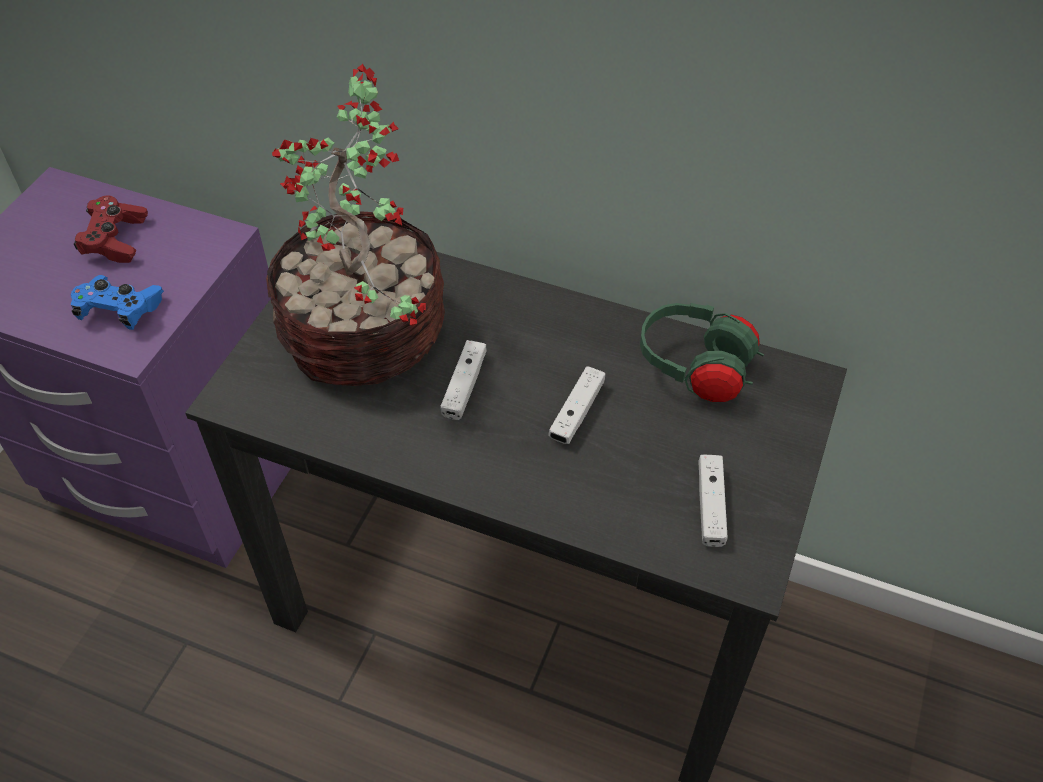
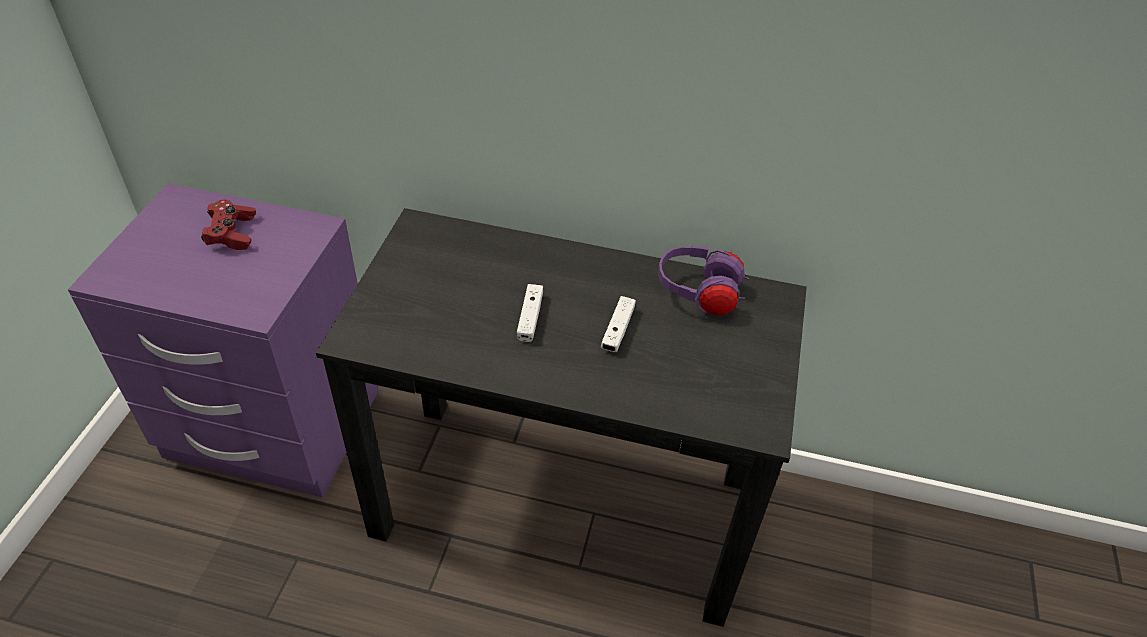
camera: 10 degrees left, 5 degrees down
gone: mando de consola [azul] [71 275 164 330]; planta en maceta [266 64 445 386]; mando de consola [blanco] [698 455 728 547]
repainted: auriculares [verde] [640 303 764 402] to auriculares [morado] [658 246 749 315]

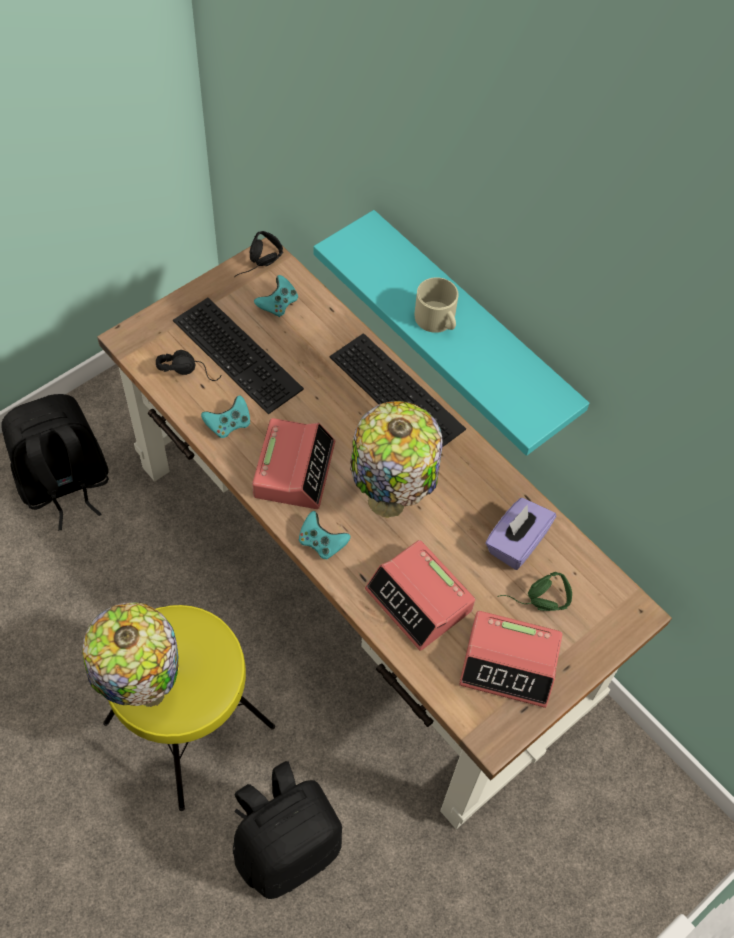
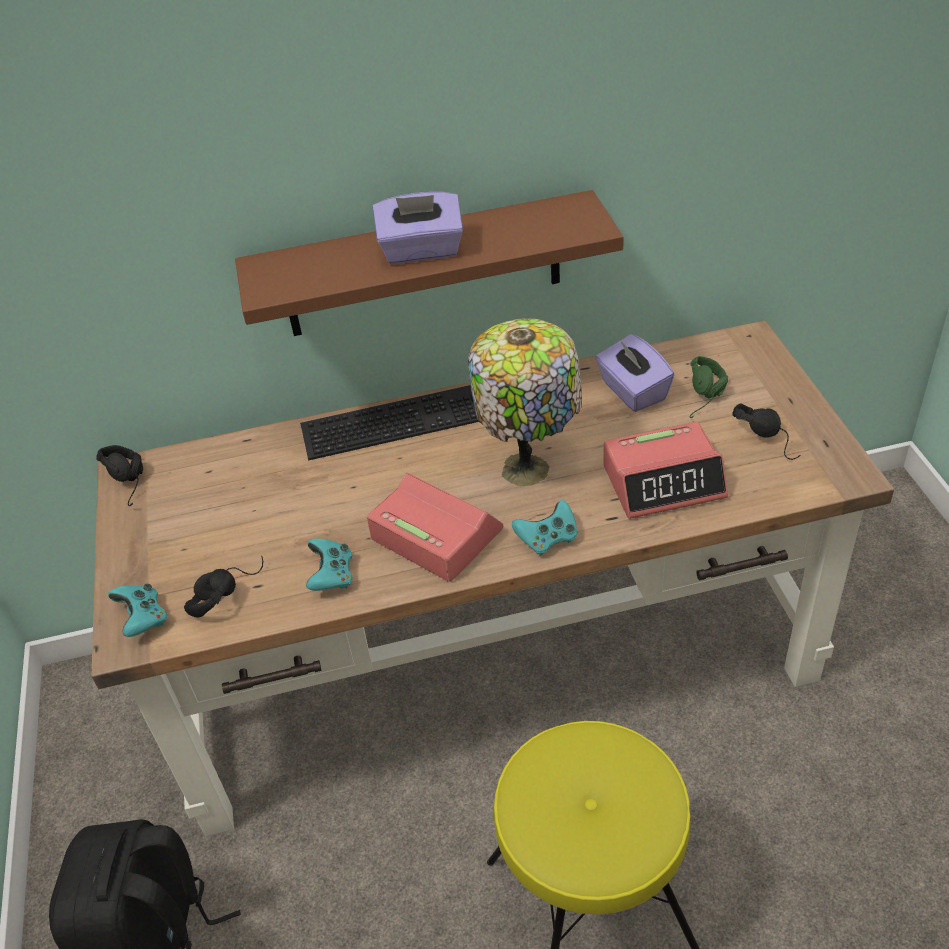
camera: 55 degrees left, 15 degrees down
gone: lámpara de mesa [83 602 178 707]; teclado [173 298 304 414]; mochila [negro] [233 761 342 899]
shifted: mando de consola [turquesa] [254 275 298 317] to [108 583 167 637]
swapped: taza grande [beis] [415 277 459 333] to caja de pañuelos [morado] [373 192 463 264]; despertador [459 611 562 708] to auriculares [negro] [732 404 801 460]
repainted: estante [turquesa] [314 210 589 456] to estante [marrón] [235 190 624 336]

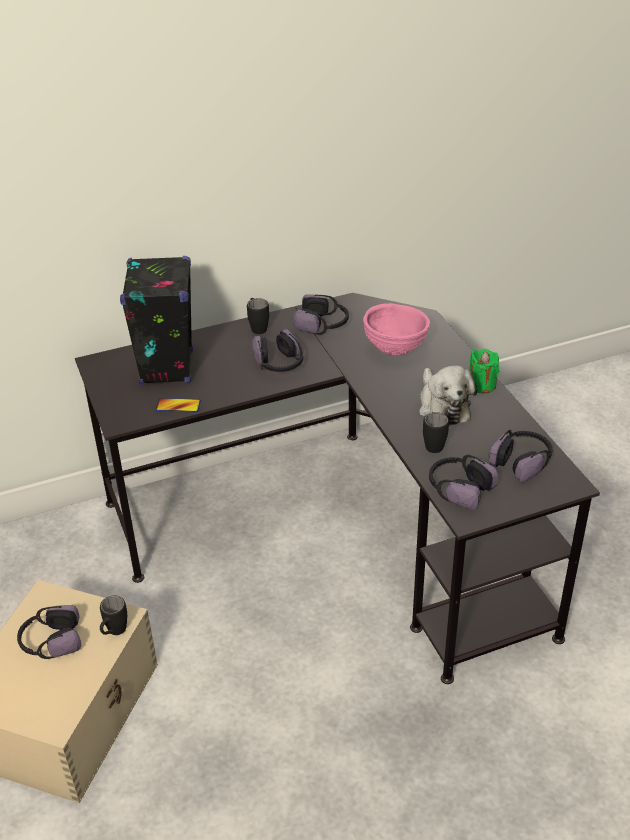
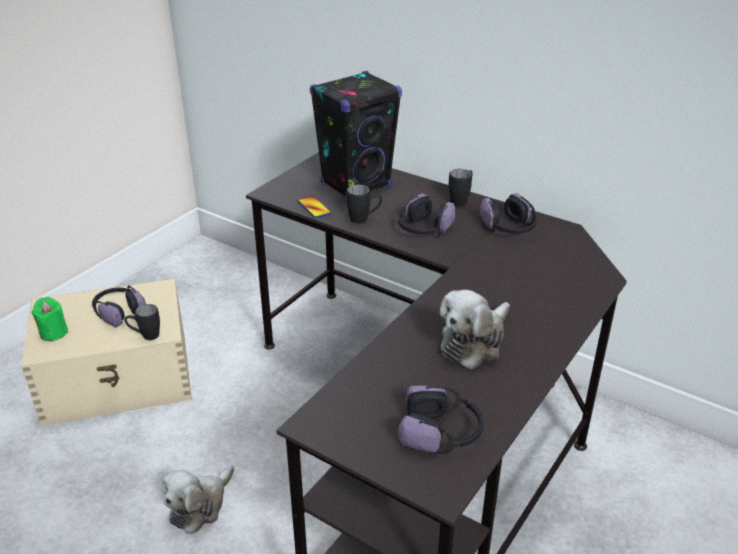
camera: 55 degrees right, 5 degrees down
gone: cuenco [rosa] [363 303 430 356]; auriculares [429 454 498 510]
new: peluche [161 465 234 534]
shifted: taza grande [negro] [423 412 451 453] to [346 185 382 223]; vela [verde] [469 349 499 393] to [31 297 68 341]

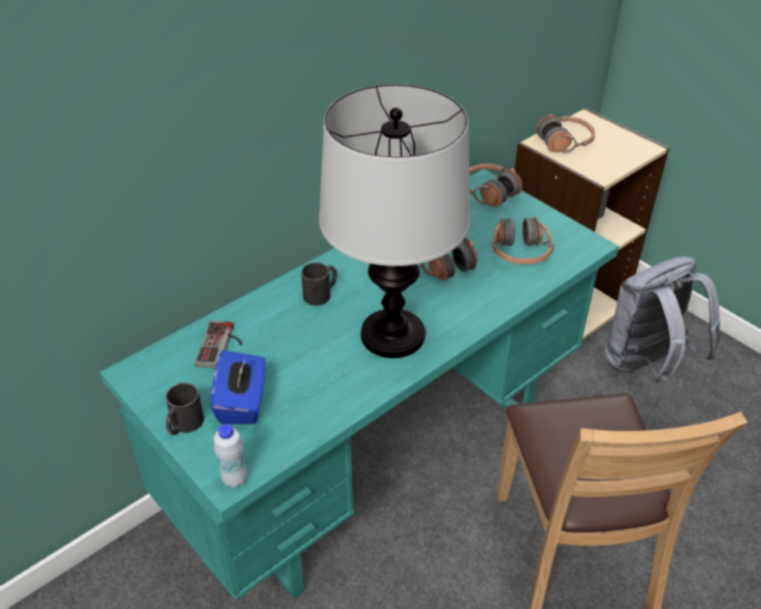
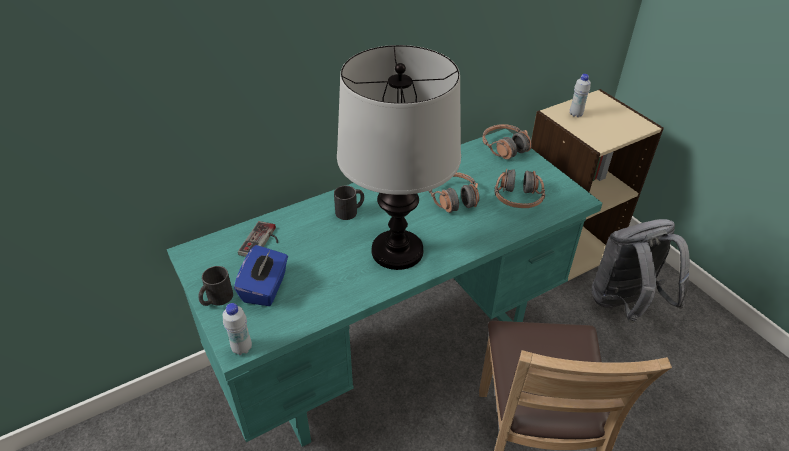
camera: 10 degrees right, 0 degrees up
swapped: auriculares [536 114 595 153] to botella [blanco] [570 74 591 117]

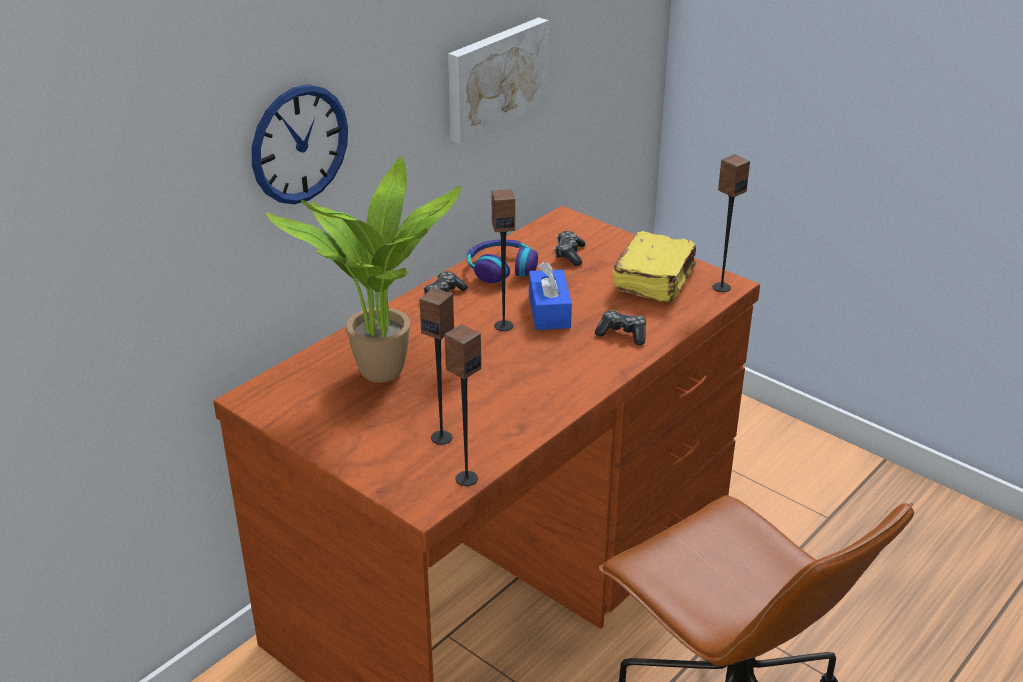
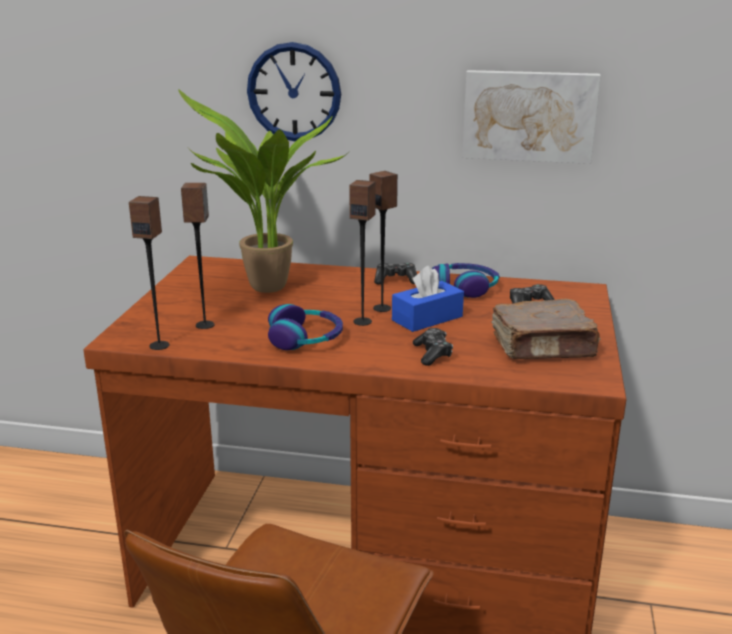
camera: 60 degrees right, 10 degrees down
new: auriculares [268 304 343 350]
shifted: altavoz [712 155 750 292] to [349 180 376 326]
repainted: libro [amarillo] [613 231 696 302] to libro [marrón] [492 298 601 359]

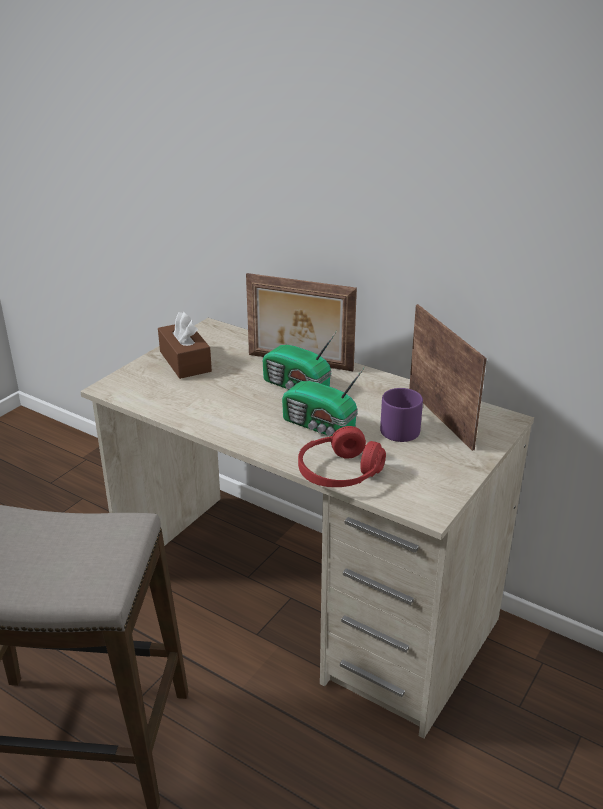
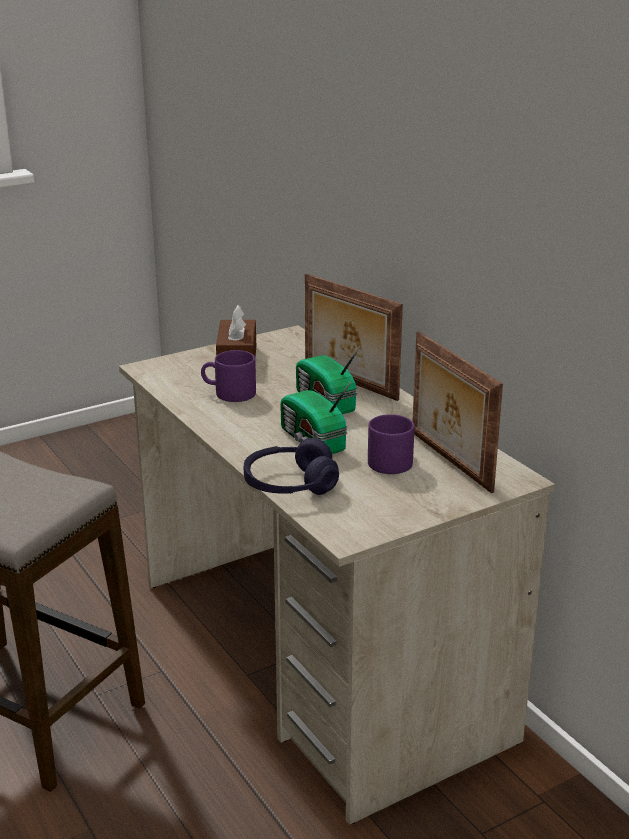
camera: 25 degrees right, 5 degrees down
new: taza grande [morado] [201 350 256 402]
repainted: auriculares [rojo] [298 426 386 487] to auriculares [morado] [244 438 339 495]
rotated: portarretratos [409 304 487 451] = [413 332 503 493] 150 degrees clockwise

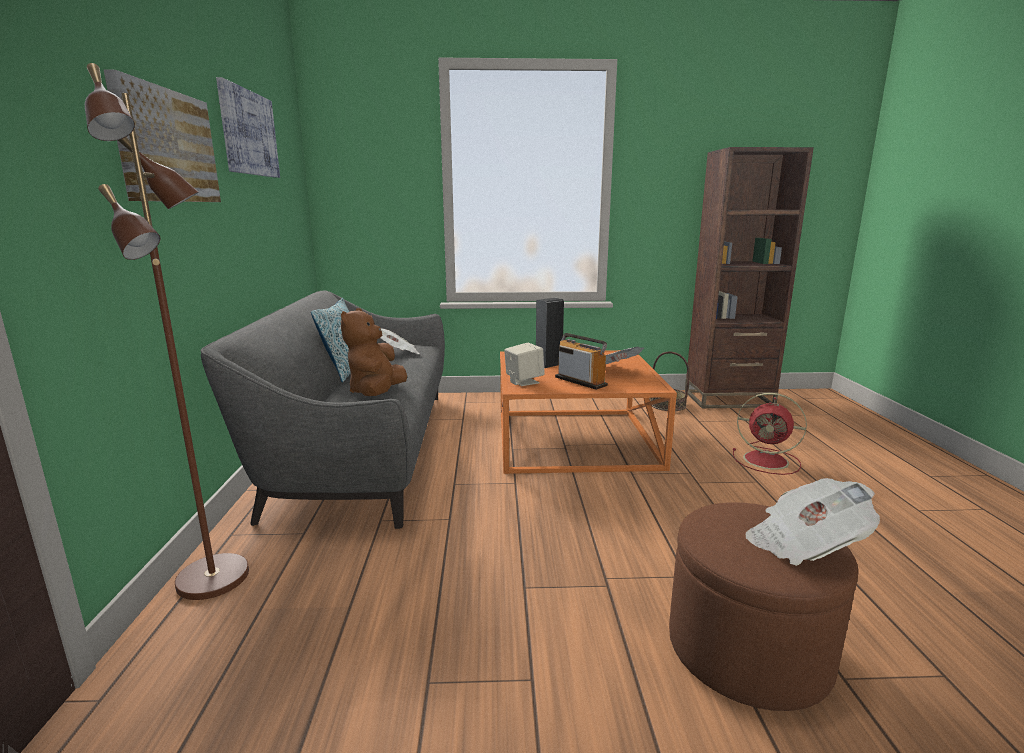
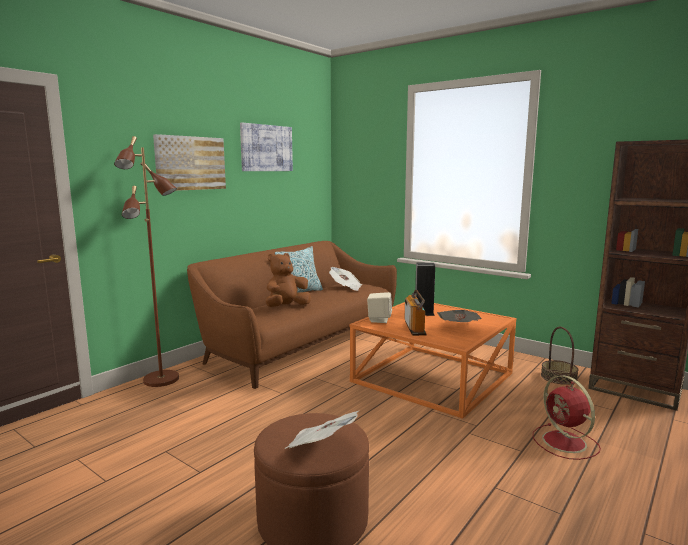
camera: 40 degrees right, 5 degrees down
repainted: sofá [gris] [201 290 445 529] to sofá [marrón] [187 241 397 389]

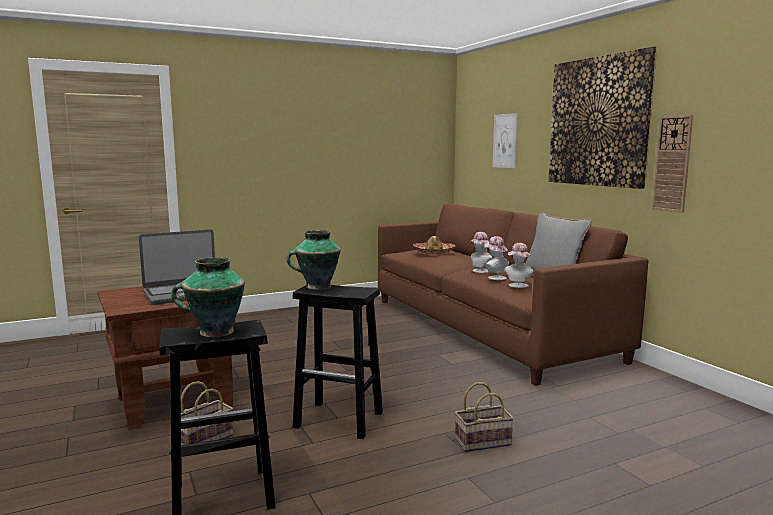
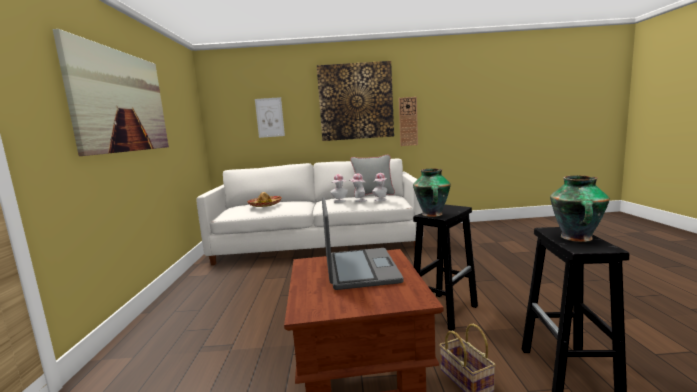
camera: 65 degrees left, 0 degrees up
gone: cesta [455 382 514 452]
new: cuadro [53 29 169 156]
repainted: sofá [marrón] [378 203 648 386] to sofá [blanco] [196 159 422 265]

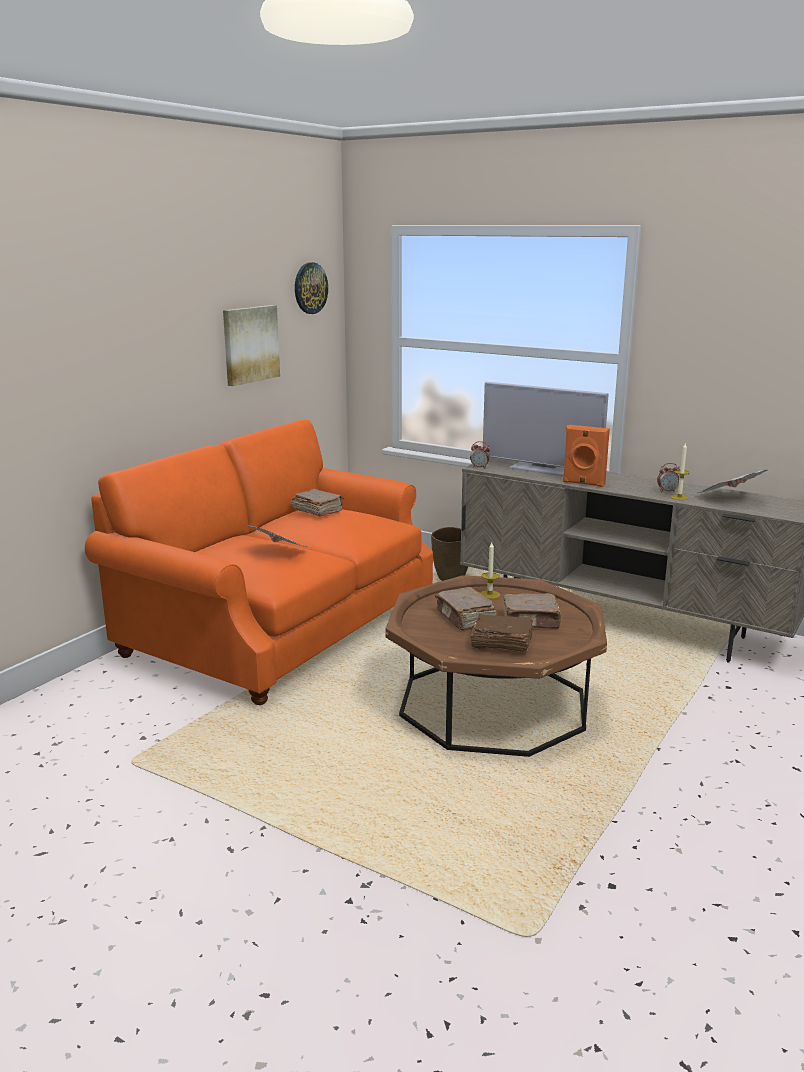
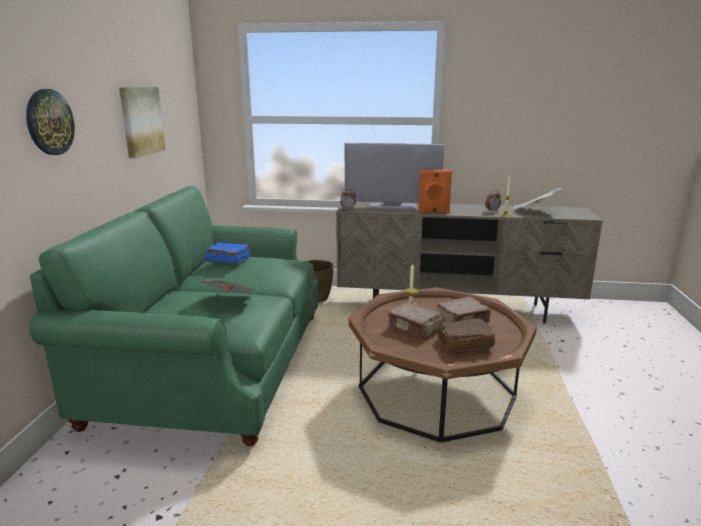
camera: 25 degrees left, 0 degrees up
shifted: reloj de pared [295 262 328 314] to [26 89 75 155]
repainted: sofá [naranja] [85 419 433 705] to sofá [verde] [29 186 318 446]; libro [marrón] [292 489 344 516] to libro [azul] [205 242 251 264]

